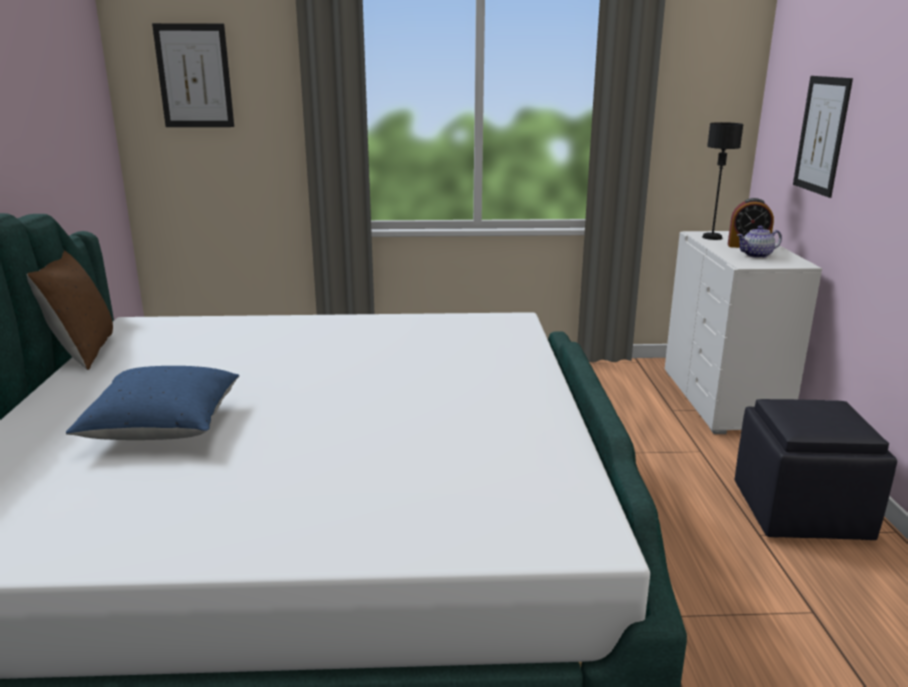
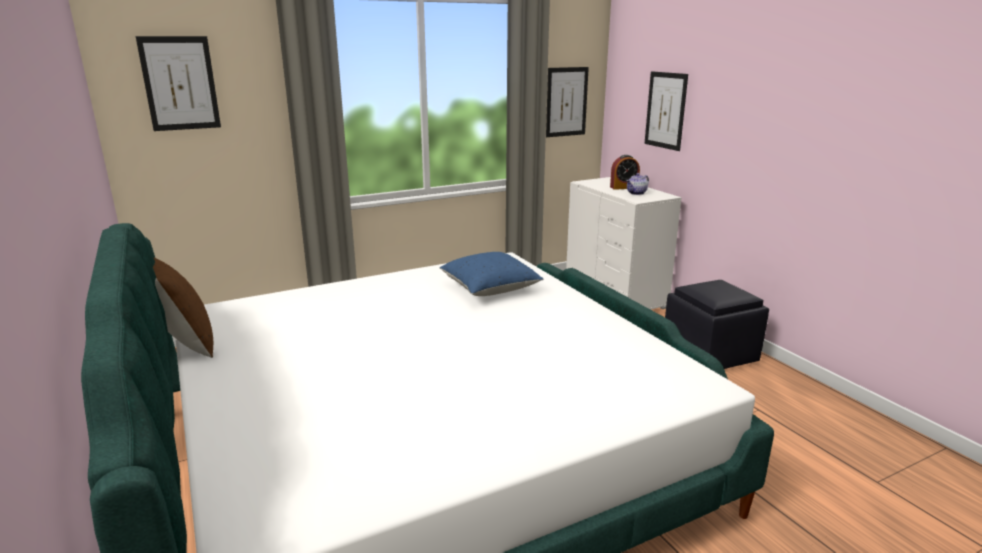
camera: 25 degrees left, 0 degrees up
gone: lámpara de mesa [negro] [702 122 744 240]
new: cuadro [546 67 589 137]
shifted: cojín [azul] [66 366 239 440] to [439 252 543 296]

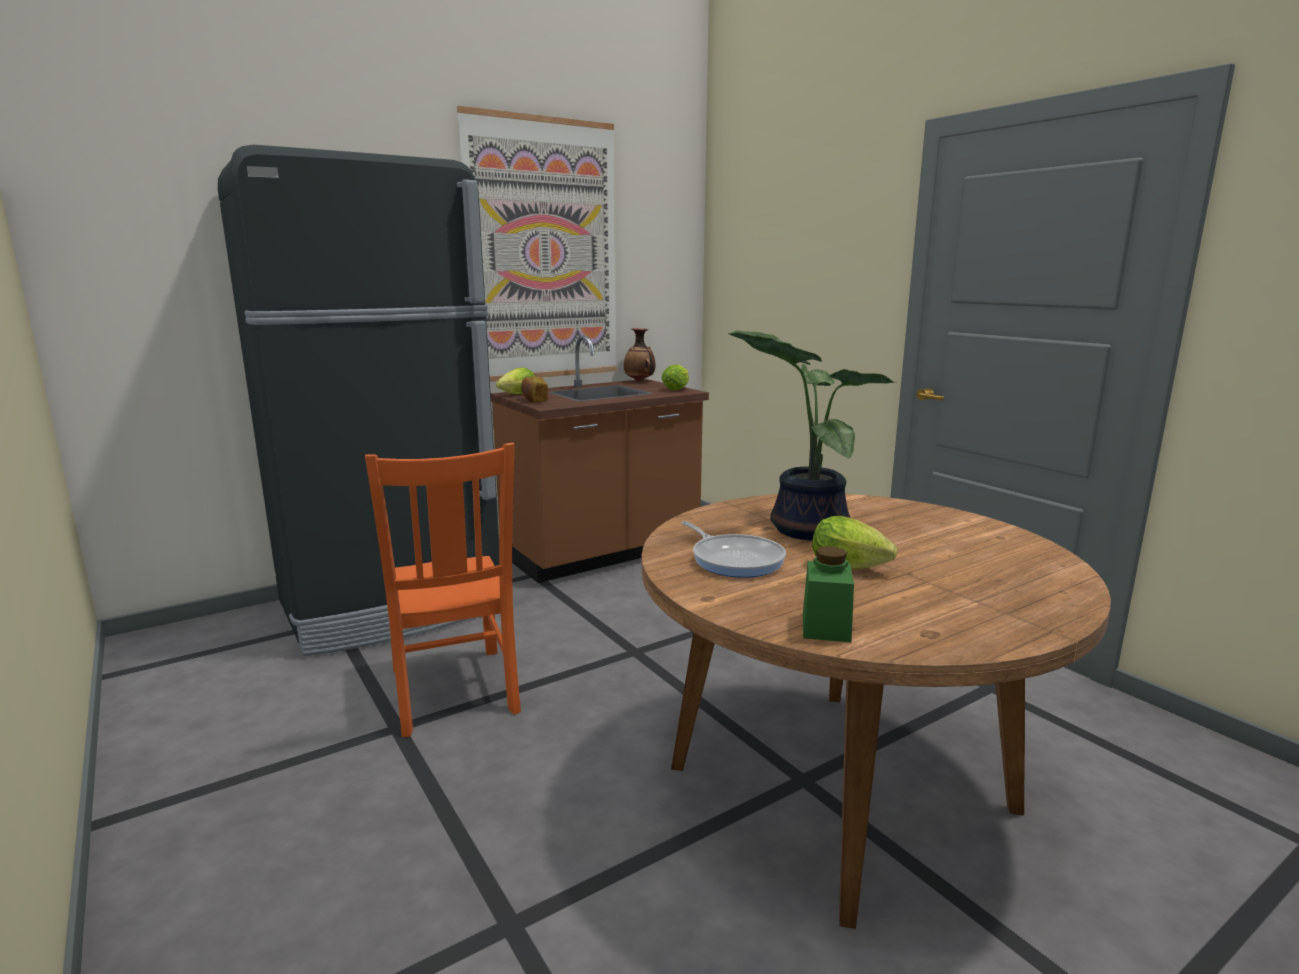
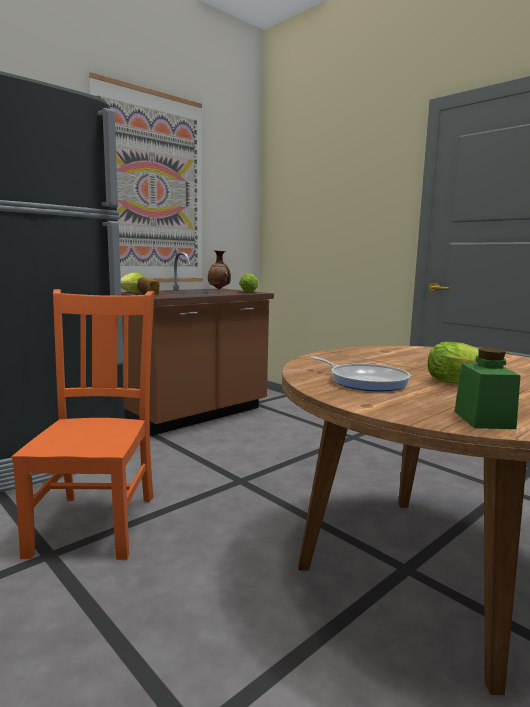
camera: 10 degrees left, 5 degrees down
gone: planta en maceta [728 330 896 541]
rotated: silla [naranja] [365 443 521 737] = [12 289 154 560] 150 degrees counterclockwise

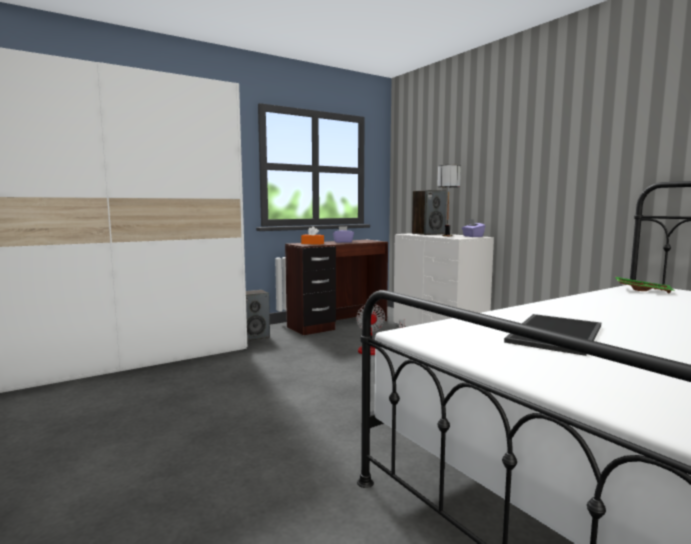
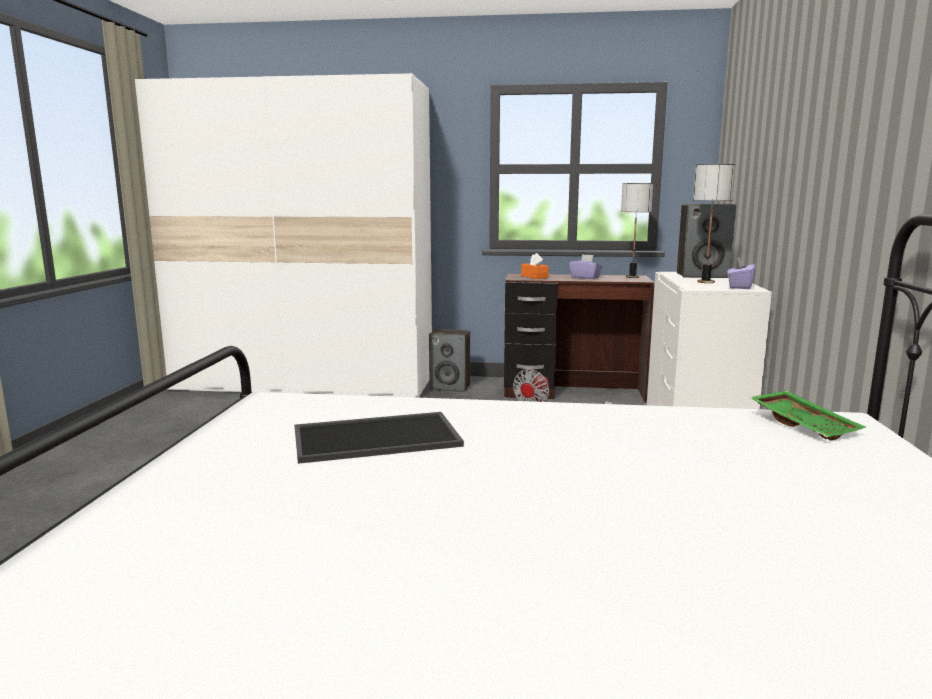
camera: 40 degrees right, 5 degrees up
new: lámpara de mesa [621 183 653 278]

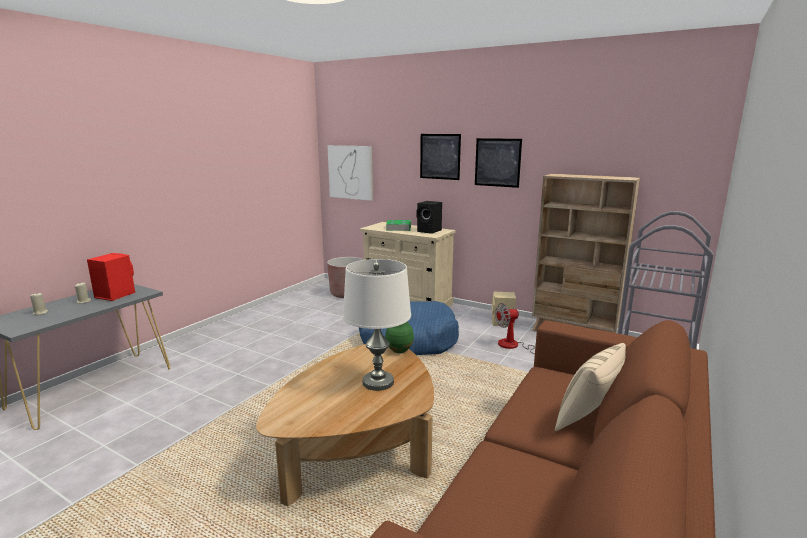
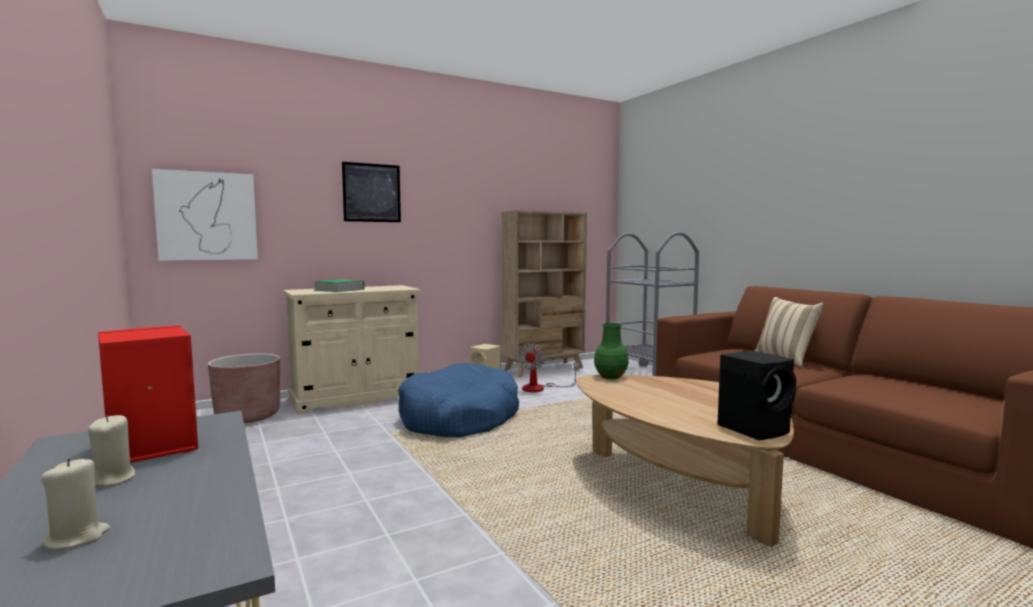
camera: 60 degrees left, 10 degrees down
gone: lámpara de mesa [blanco] [343 259 411 391]; cuadro [475 138 522 188]
shifted: altavoz [negro] [416 201 442 234] to [717 351 796 440]

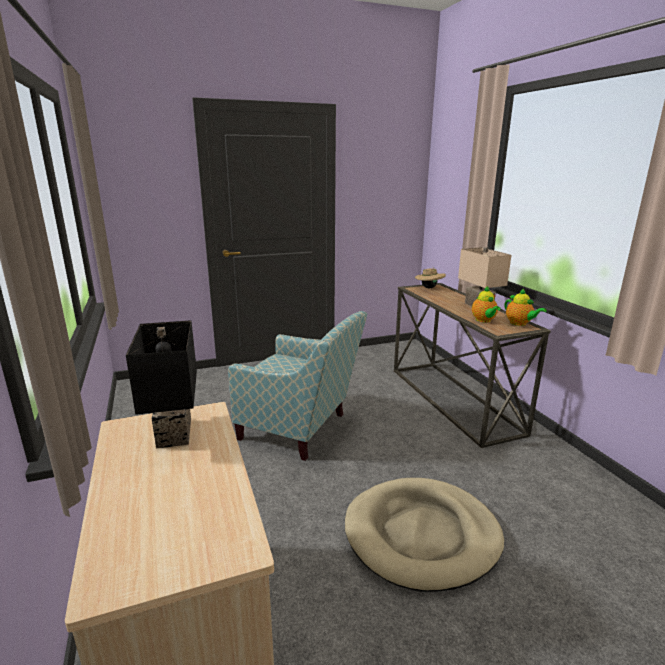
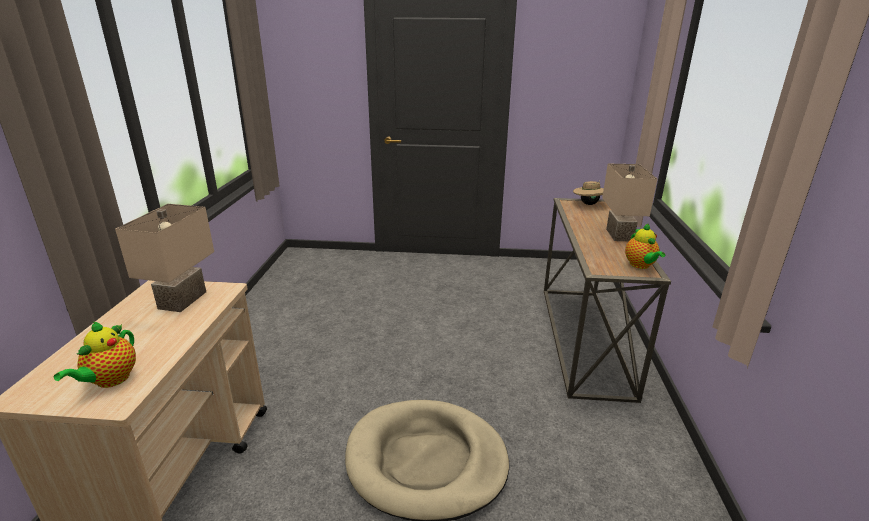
camera: 25 degrees right, 5 degrees up
gone: sillón [228 311 367 461]
shifted: tetera [472 286 501 323] to [54 322 136 388]
repainted: lámpara de mesa [negro] [126 320 197 448] to lámpara de mesa [beis] [115 204 214 312]

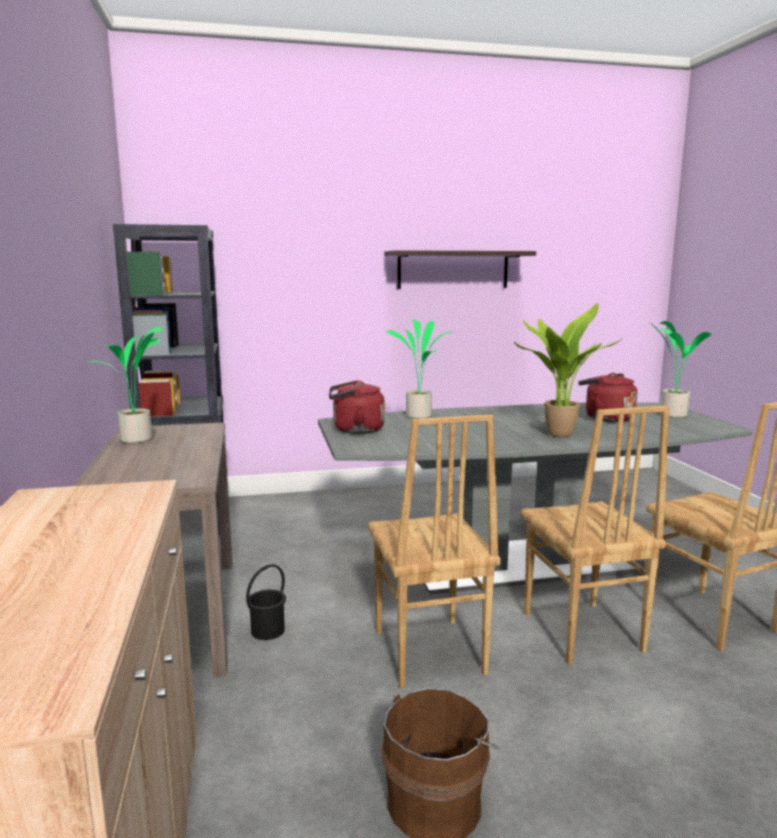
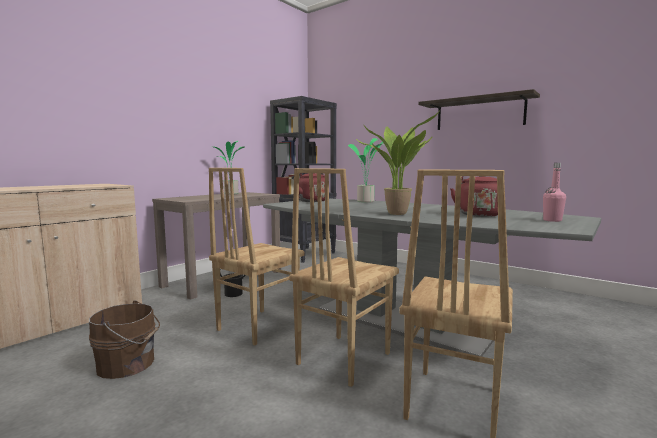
camera: 50 degrees right, 5 degrees down
swapped: planta en maceta [650 321 712 418] to botella [rosa] [543 163 566 222]

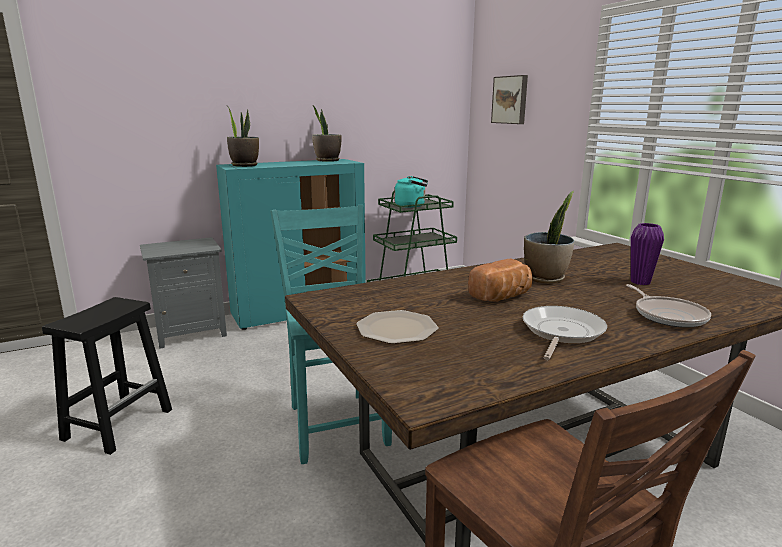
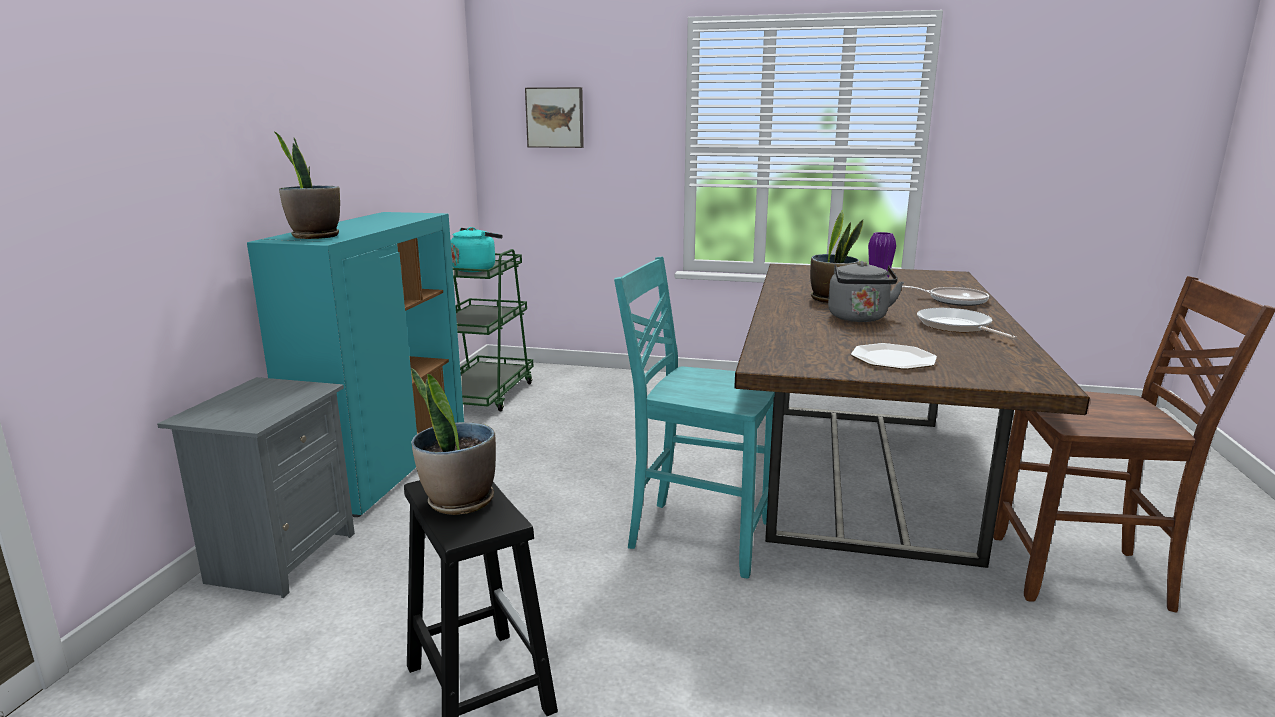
camera: 50 degrees left, 0 degrees up
shifted: planta en maceta [312 106 342 162] to [411 368 496 515]
swapped: pan [468 259 533 302] to hervidor [gris] [828 261 904 322]

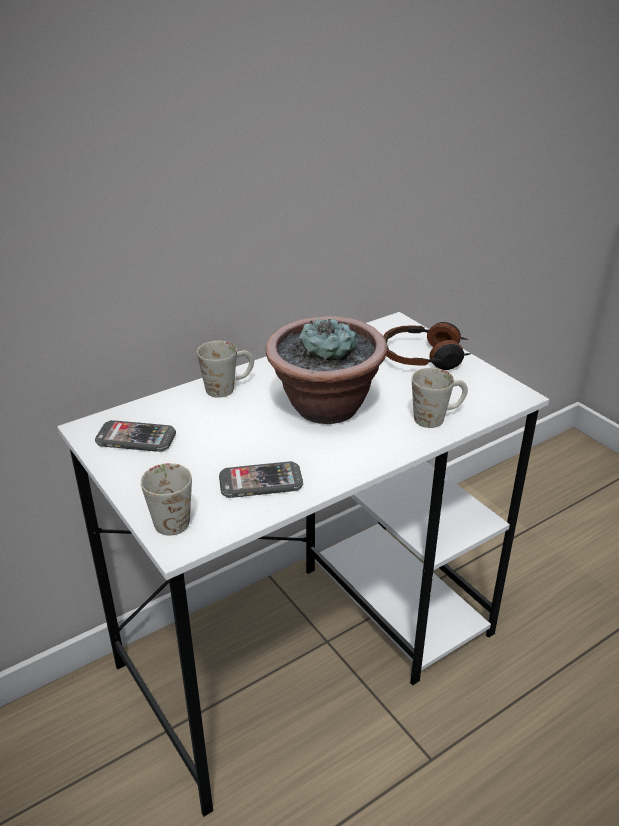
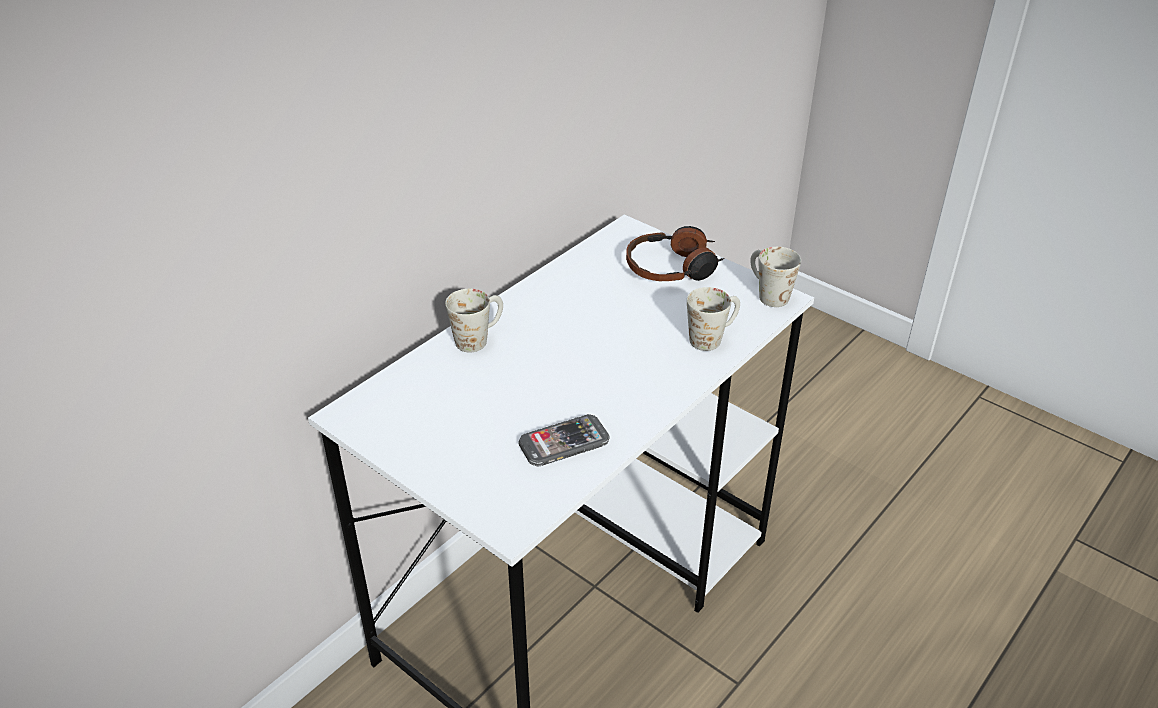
camera: 15 degrees left, 5 degrees up
gone: móvil [95 420 176 452]; planta en maceta [266 316 387 424]
shifted: taza grande [blanco] [141 463 192 536] to [750 247 801 307]

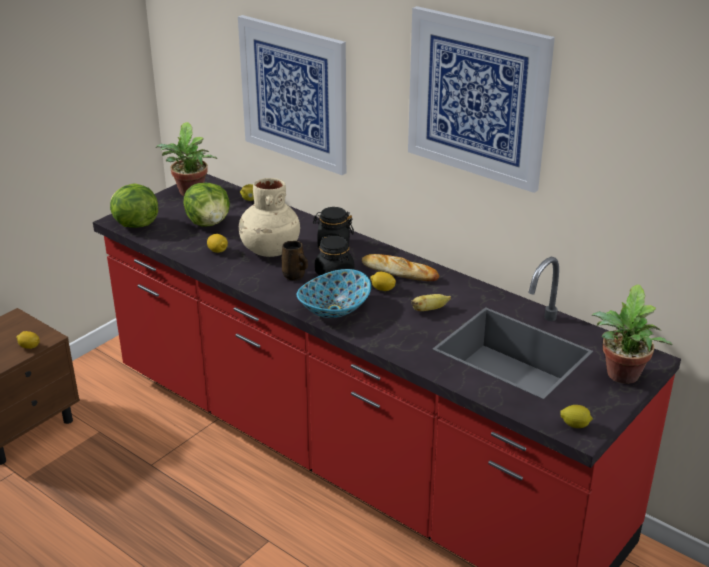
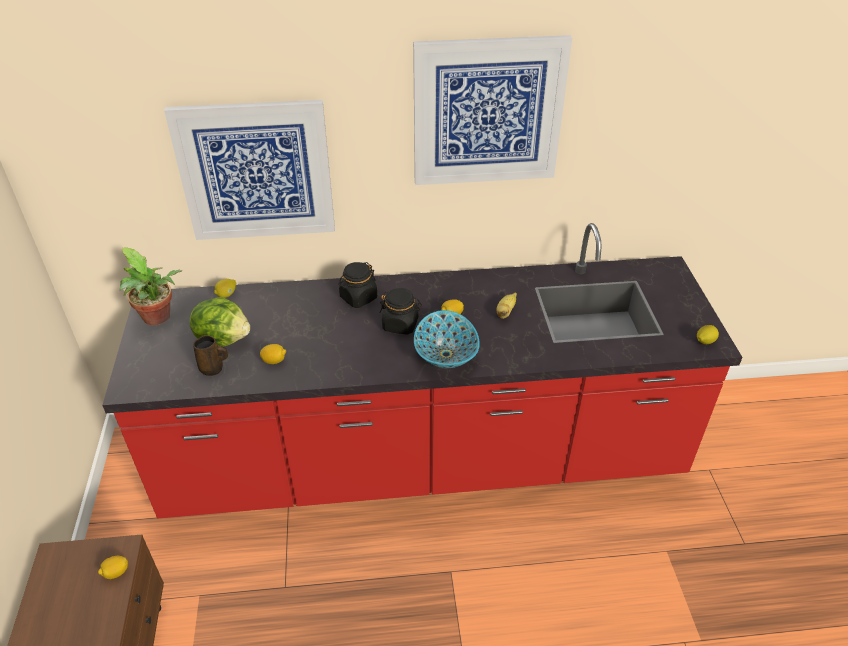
camera: 45 degrees left, 10 degrees up
gone: lechuga [110 183 158 228]; florero [beis] [239 178 300 257]; pan [362 254 439 281]; planta en maceta [592 284 673 384]
shifted: taza grande [marrón] [282 241 308 281] to [193 335 228 376]

